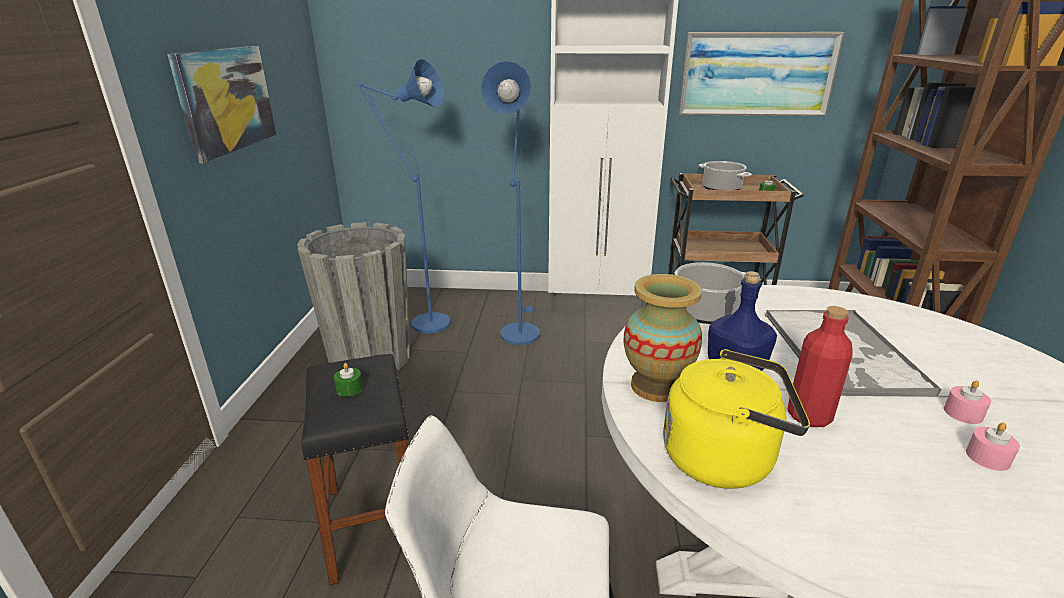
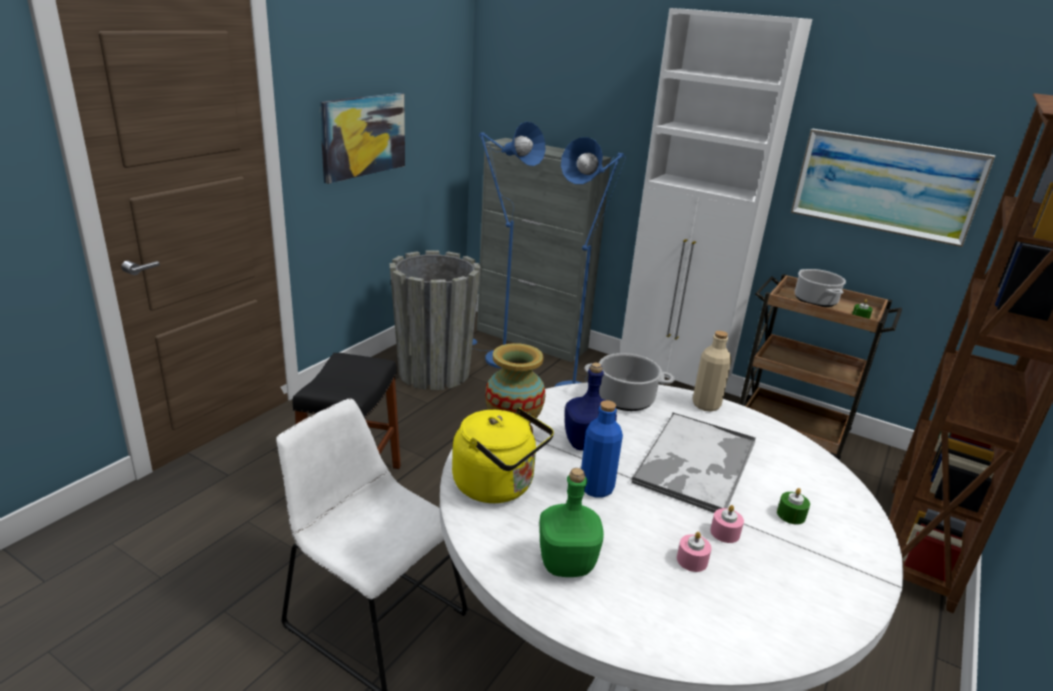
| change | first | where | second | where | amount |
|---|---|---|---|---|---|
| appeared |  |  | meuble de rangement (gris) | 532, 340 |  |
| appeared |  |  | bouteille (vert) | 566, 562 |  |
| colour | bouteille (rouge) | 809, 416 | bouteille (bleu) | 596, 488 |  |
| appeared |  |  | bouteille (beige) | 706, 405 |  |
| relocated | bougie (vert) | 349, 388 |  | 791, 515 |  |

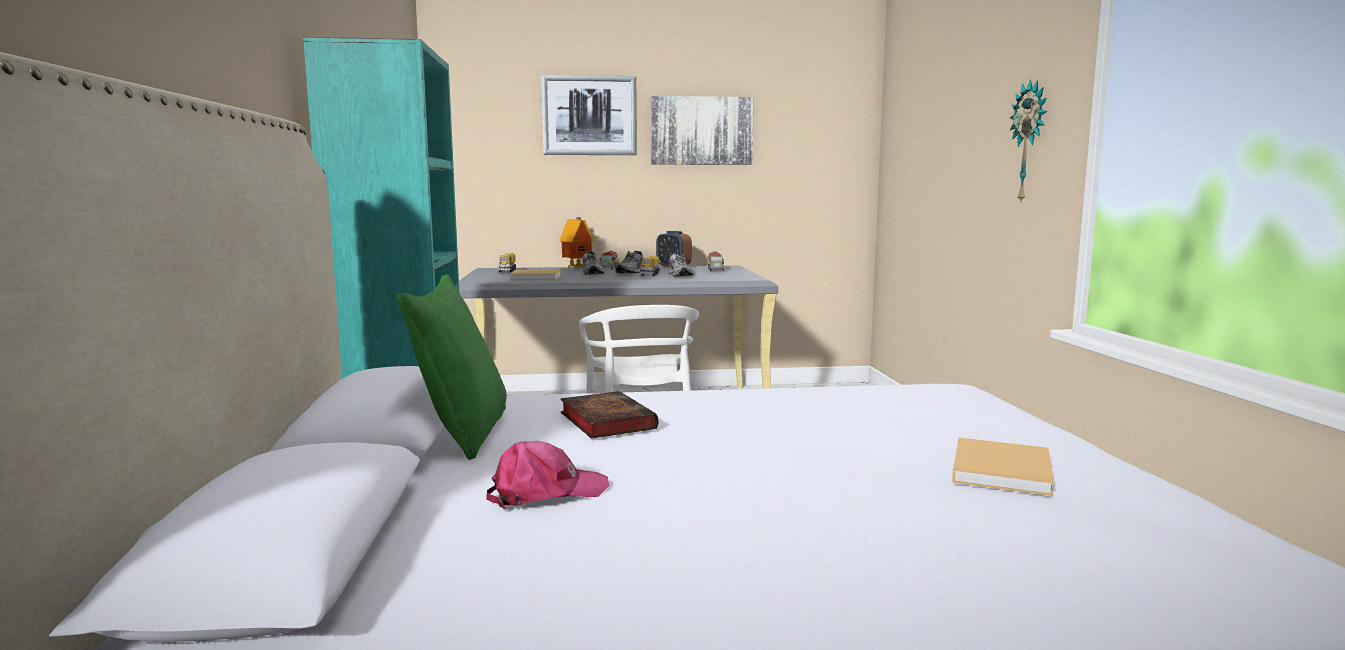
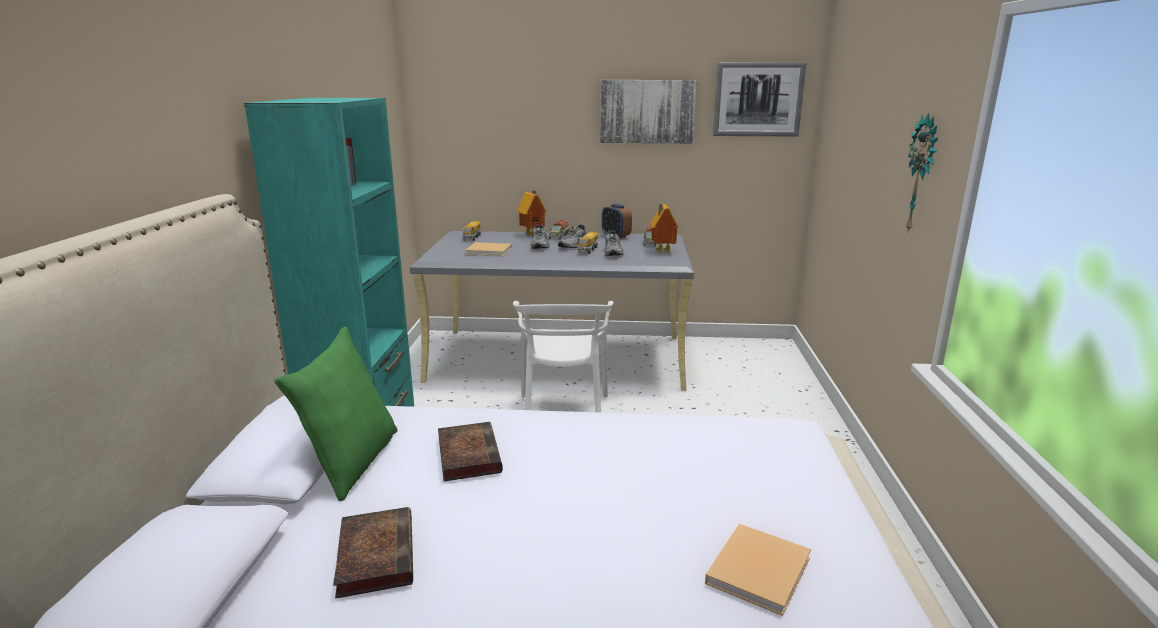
| change | first | where | second | where | amount |
|---|---|---|---|---|---|
| exchanged | casquette (rose) | 546, 492 | livre | 375, 554 |  |
| appeared |  |  | maison miniature | 662, 251 |  |
| relocated | tableau | 589, 115 |  | 758, 99 |  |

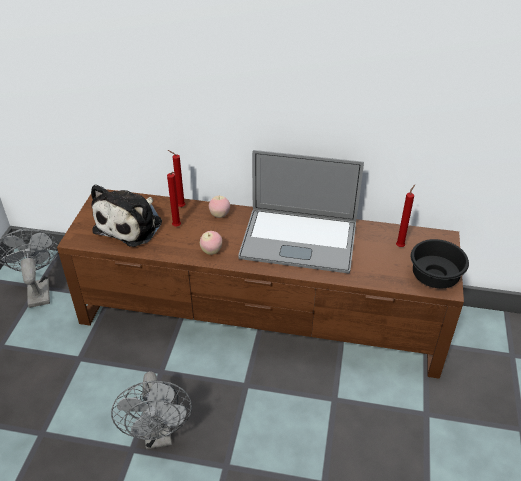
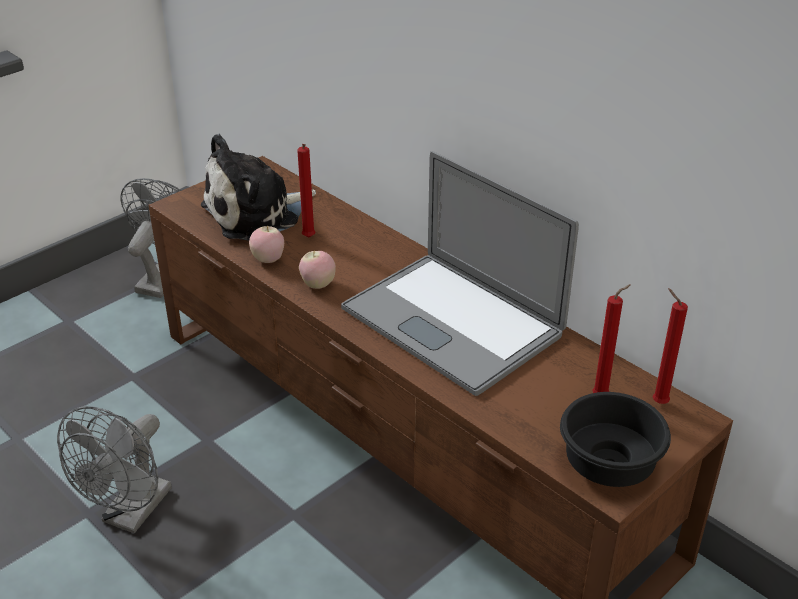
| change | first | where | second | where | amount |
|---|---|---|---|---|---|
| relocated | pomme | 220, 215 |  | 268, 260 |  |
| relocated | bougie (rouge) | 180, 207 |  | 657, 402 |  |

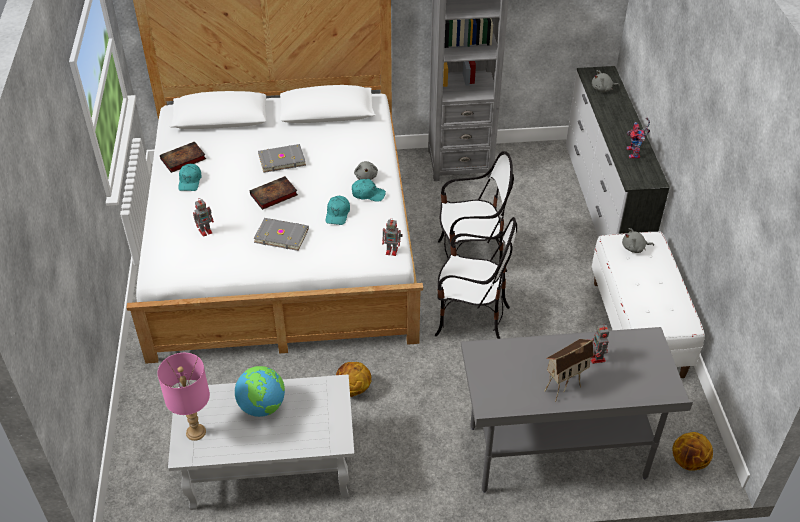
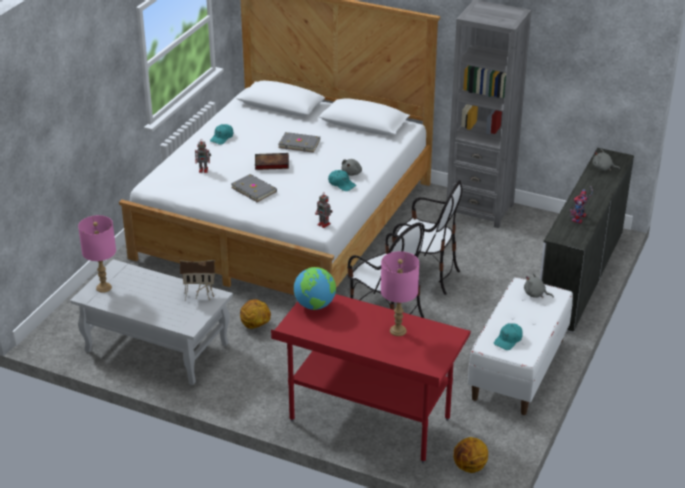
| change | first | where | second | where | amount |
|---|---|---|---|---|---|
| relocated | maison miniature | 563, 385 |  | 200, 295 |  |
| colour | bureau (gris) | 557, 453 | bureau (rouge) | 369, 420 |  |
| relocated | globe | 262, 406 |  | 315, 305 |  |
| exchanged | robot jouet | 597, 359 | lampe de table (rose) | 398, 331 |  |
| relocated | casquette (turquoise) | 338, 214 |  | 508, 340 |  |
| missing | livre | 182, 160 |  |  |  |

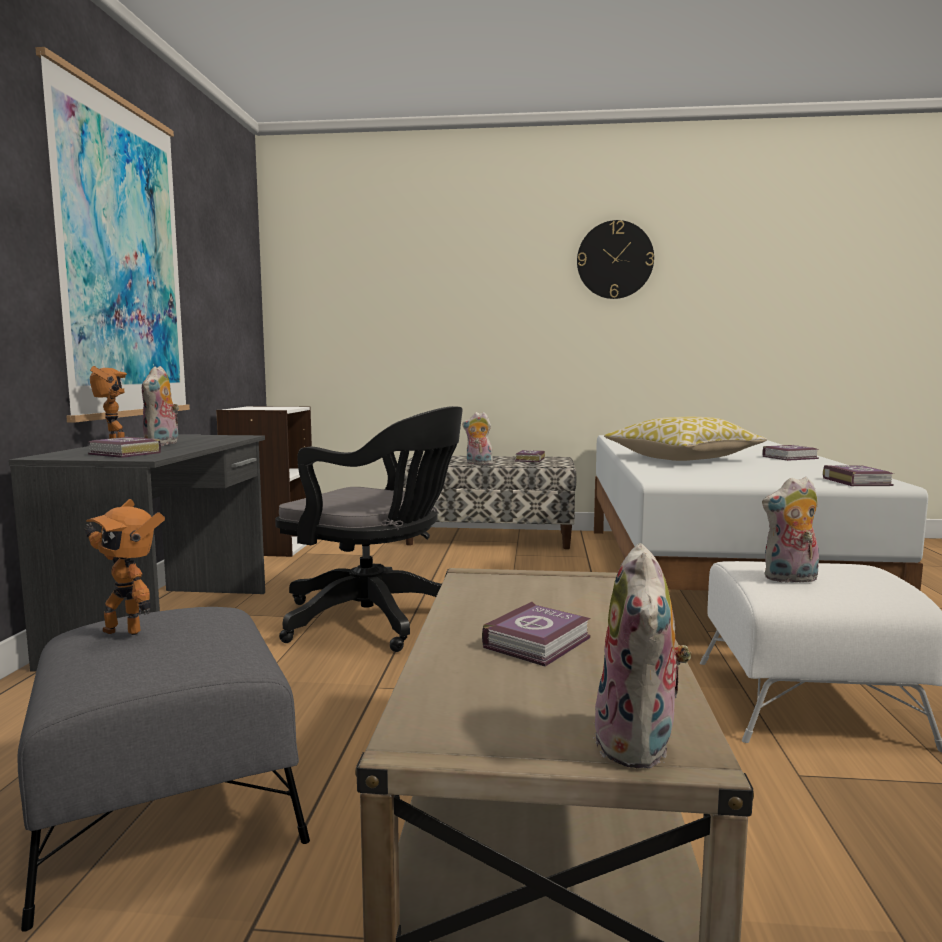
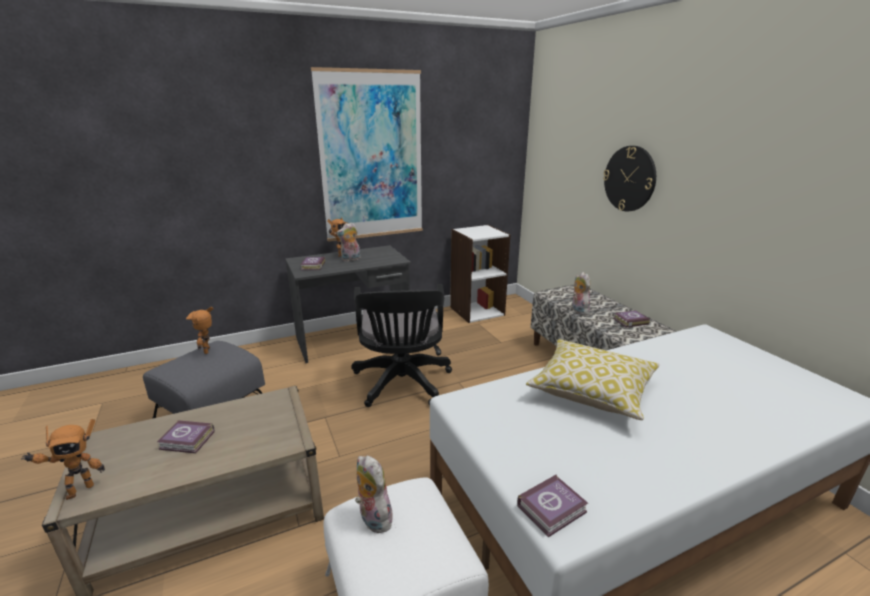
| change | first | where | second | where | amount |
|---|---|---|---|---|---|
| exchanged | peluche | 640, 745 | robot jouet | 79, 490 |  |
| relocated | horloge murale | 615, 260 |  | 629, 179 |  |
| missing | livre | 791, 457 |  |  |  |

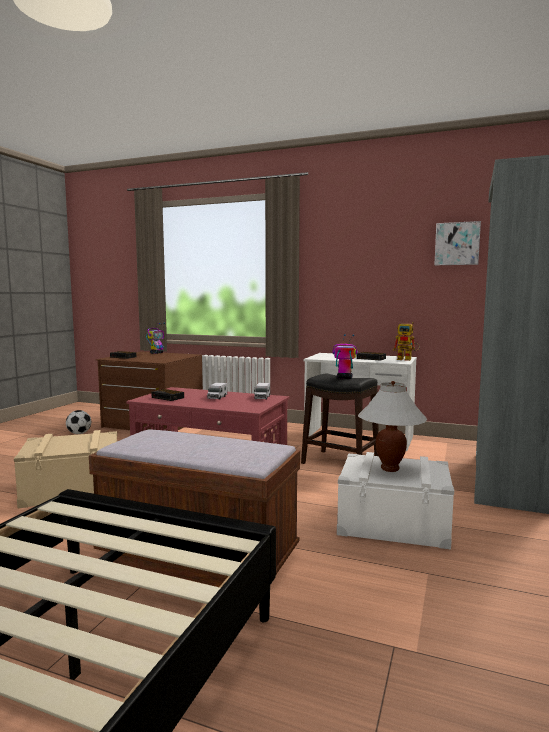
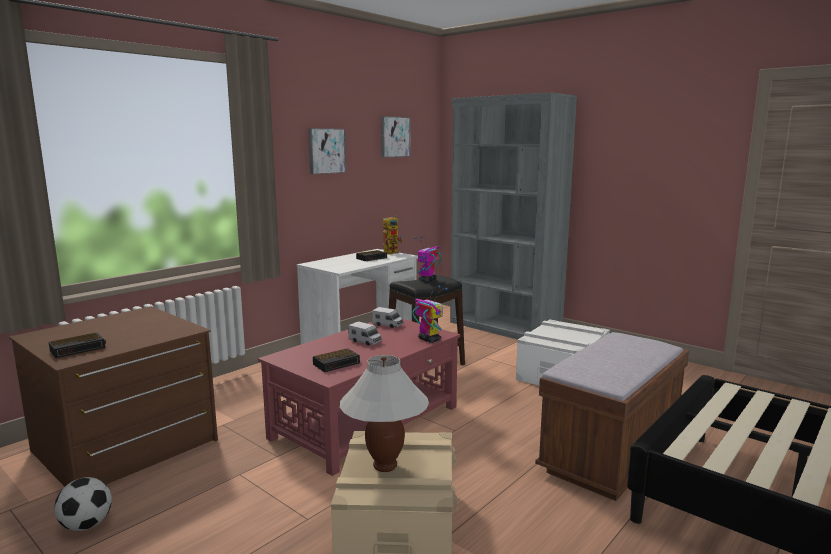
| change | first | where | second | where | amount |
|---|---|---|---|---|---|
| appeared |  |  | tableau | 326, 151 |  |
| relocated | lampe de table (blanc) | 390, 469 |  | 385, 466 |  |
| relocated | robot jouet | 157, 353 |  | 429, 339 |  |

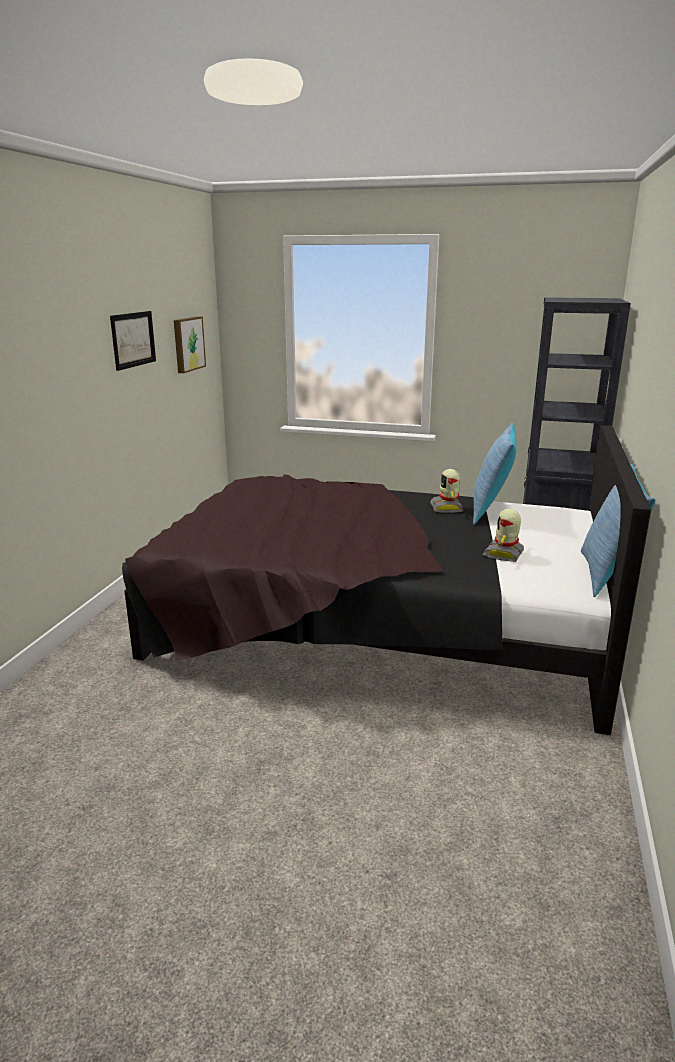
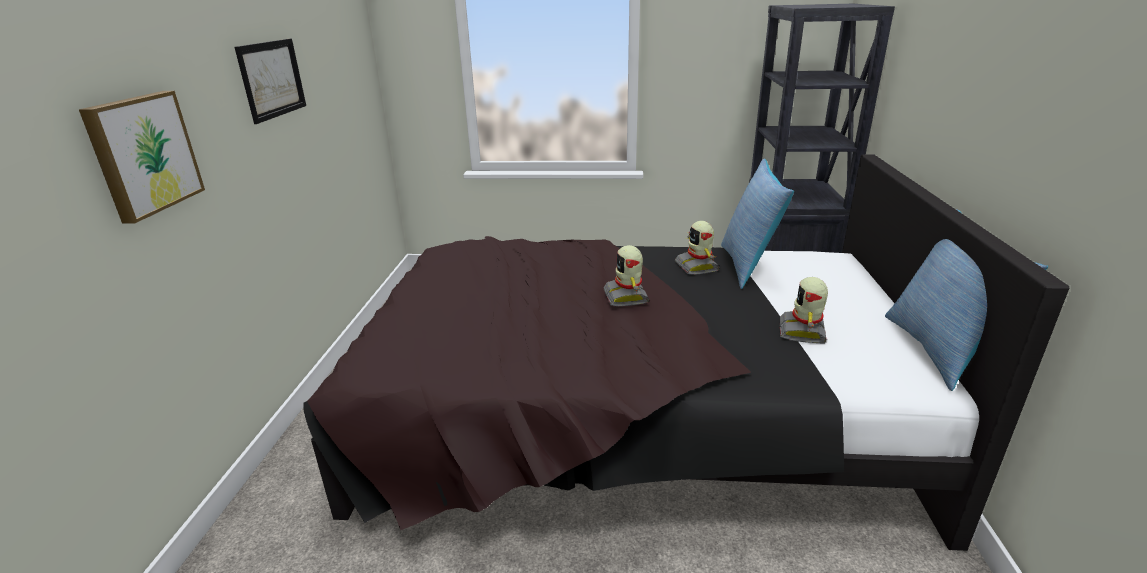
| change | first | where | second | where | amount |
|---|---|---|---|---|---|
| relocated | tableau | 187, 344 |  | 143, 154 |  |
| appeared |  |  | robot jouet | 627, 297 |  |

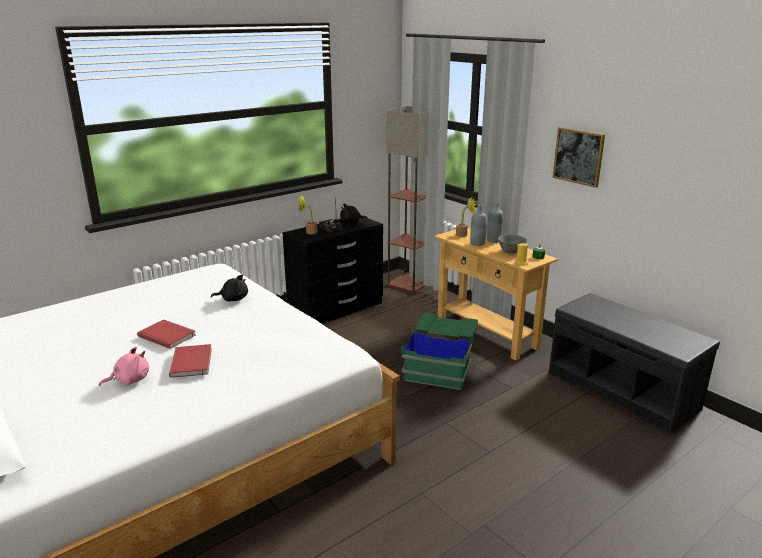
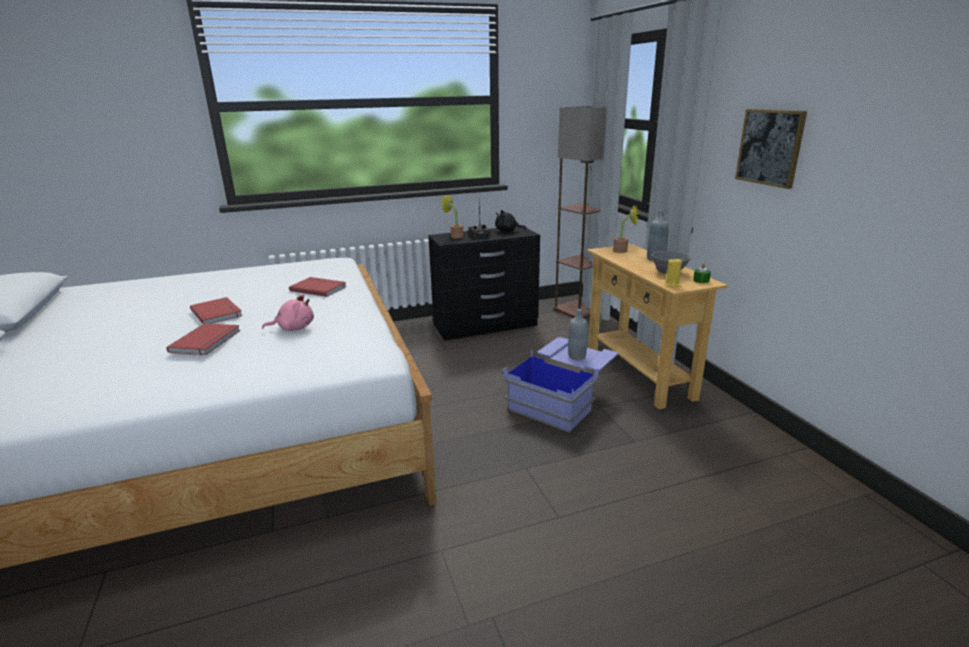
| change | first | where | second | where | amount |
|---|---|---|---|---|---|
| relocated | peluche (rose) | 129, 380 |  | 293, 328 |  |
| exchanged | peluche (noir) | 233, 299 | livre (rouge) | 319, 288 |  |
| colour | boîte de rangement (vert) | 441, 365 | boîte de rangement (bleu) | 562, 400 |  |
| relocated | bouteille (gris) | 477, 243 |  | 576, 356 |  |
| missing | banc (gris) | 623, 390 |  |  |  |

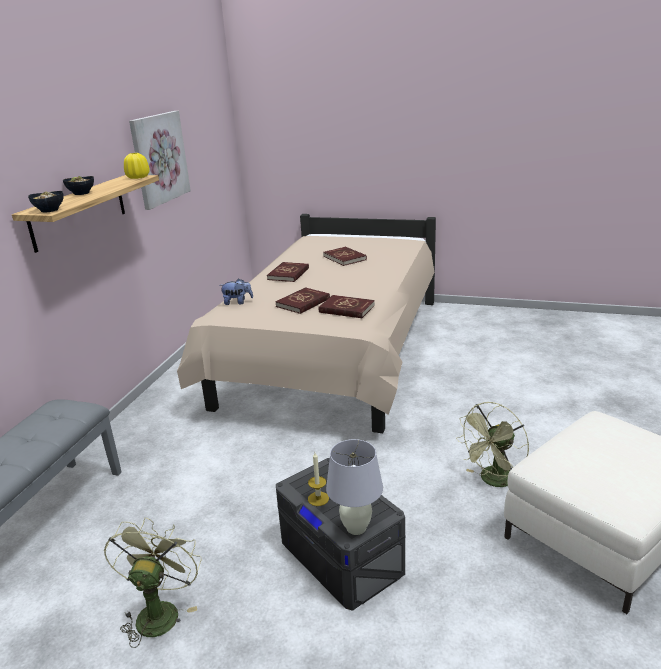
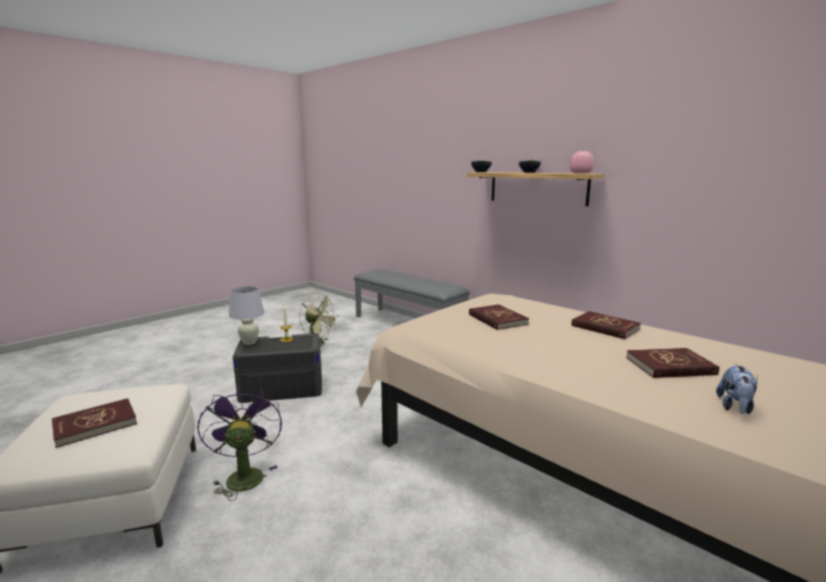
| change | first | where | second | where | amount |
|---|---|---|---|---|---|
| relocated | livre (rouge) | 346, 309 |  | 95, 424 |  |
| colour | ventilateur (vert) | 493, 481 | ventilateur (violet) | 244, 475 |  |
| colour | vase (jaune) | 138, 177 | vase (rose) | 580, 173 |  |
| relocated | peluche | 237, 302 |  | 735, 407 |  |
| missing | tableau | 159, 158 |  |  |  |

